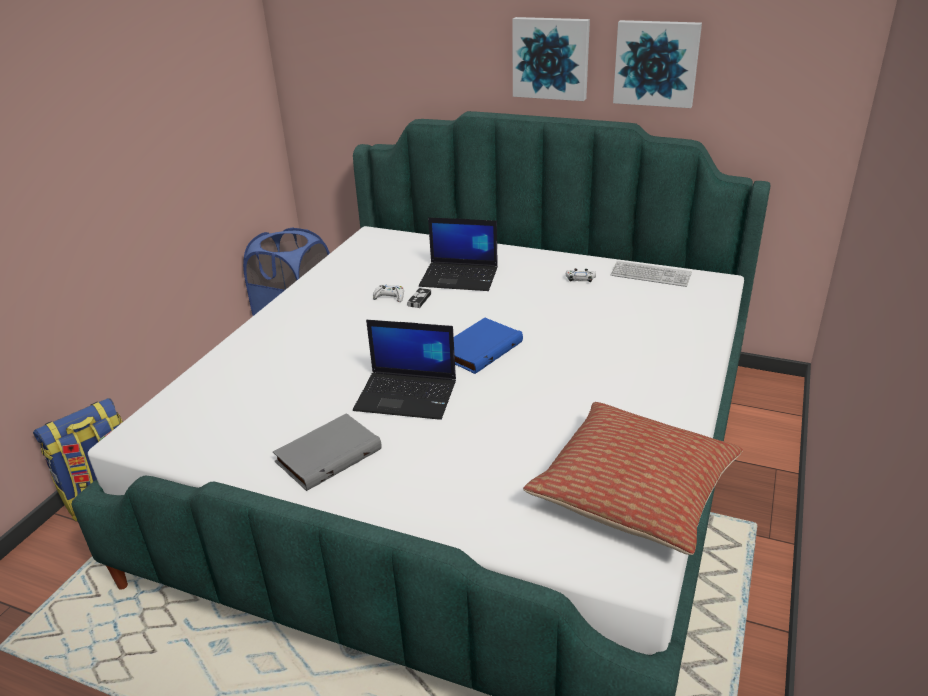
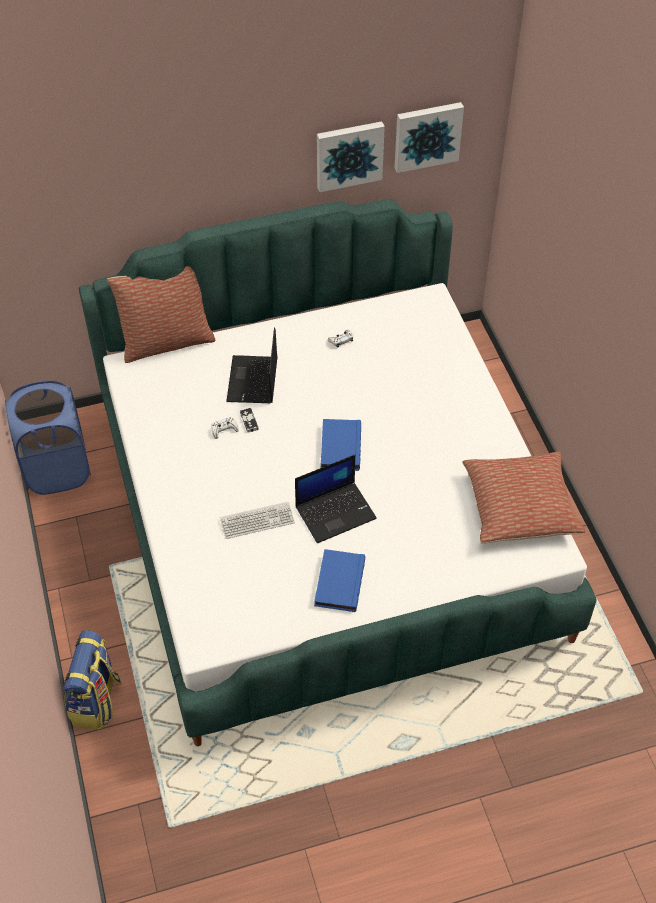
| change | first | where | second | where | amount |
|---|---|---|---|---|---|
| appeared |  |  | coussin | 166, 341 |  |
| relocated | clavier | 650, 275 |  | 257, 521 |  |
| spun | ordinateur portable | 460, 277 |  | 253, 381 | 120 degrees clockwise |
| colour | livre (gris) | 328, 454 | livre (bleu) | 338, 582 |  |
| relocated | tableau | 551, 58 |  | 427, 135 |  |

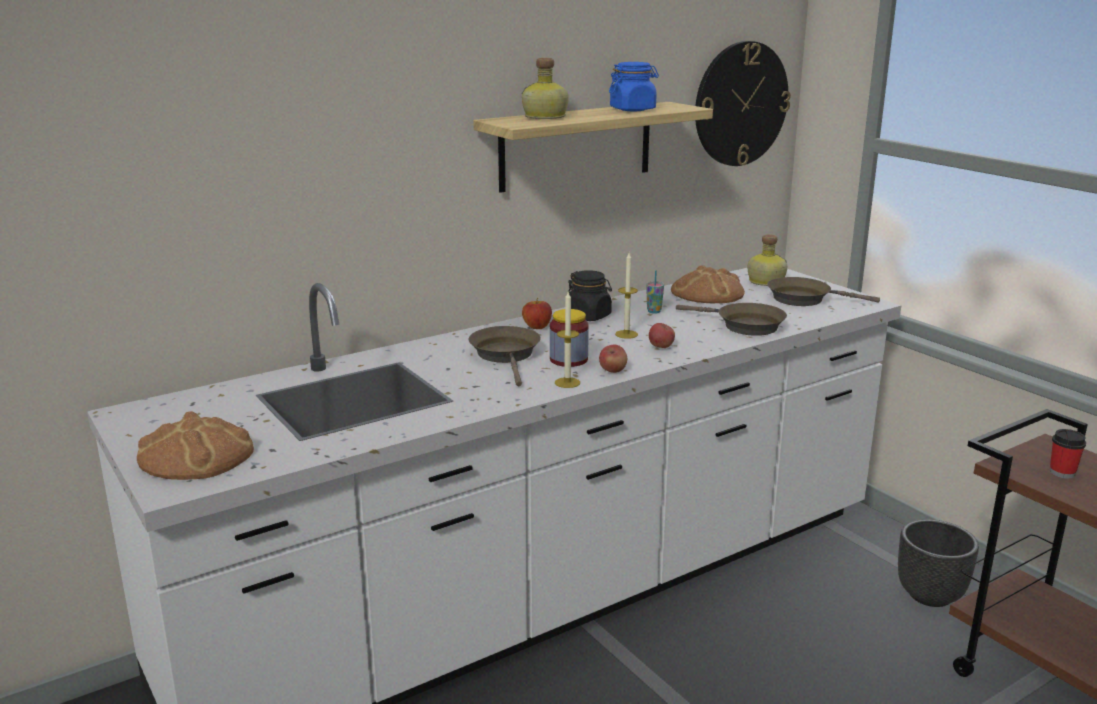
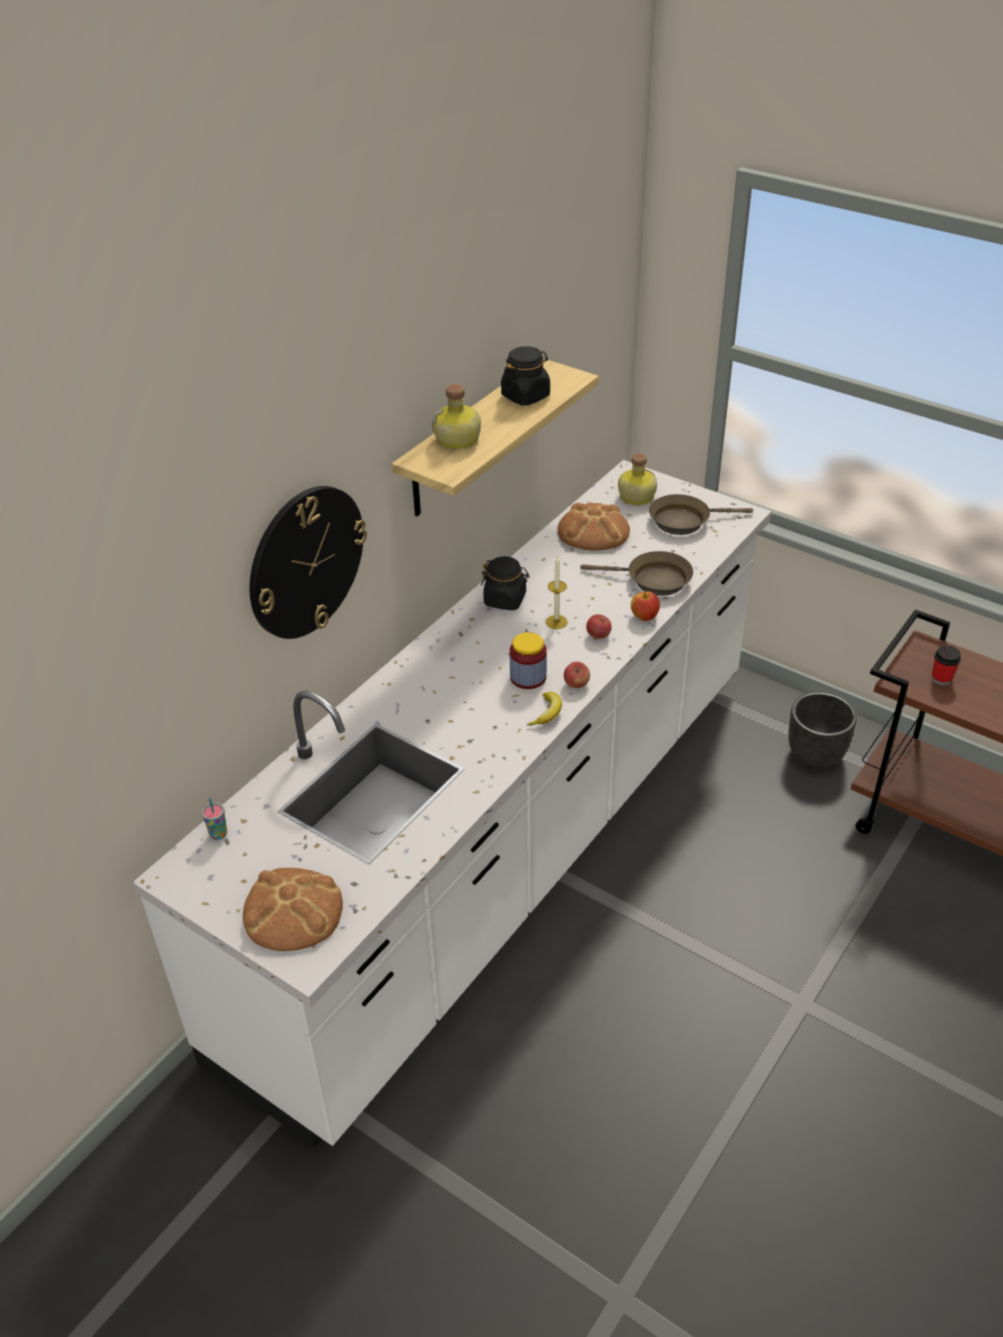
| change | first | where | second | where | amount |
|---|---|---|---|---|---|
| relocated | tasse | 654, 311 |  | 218, 834 |  |
| relocated | horloge murale | 740, 104 |  | 306, 562 |  |
| colour | bocal (bleu) | 633, 109 | bocal (noir) | 525, 396 |  |
| exchanged | bougie | 567, 382 | banane | 547, 713 |  |
| relocated | pomme | 537, 327 |  | 644, 616 |  |
| missing | poêle (marron) | 506, 355 |  |  |  |

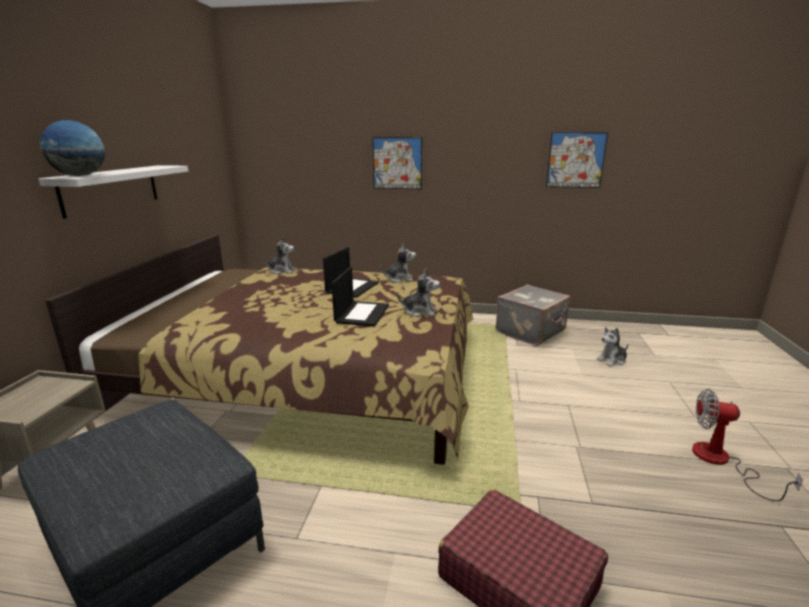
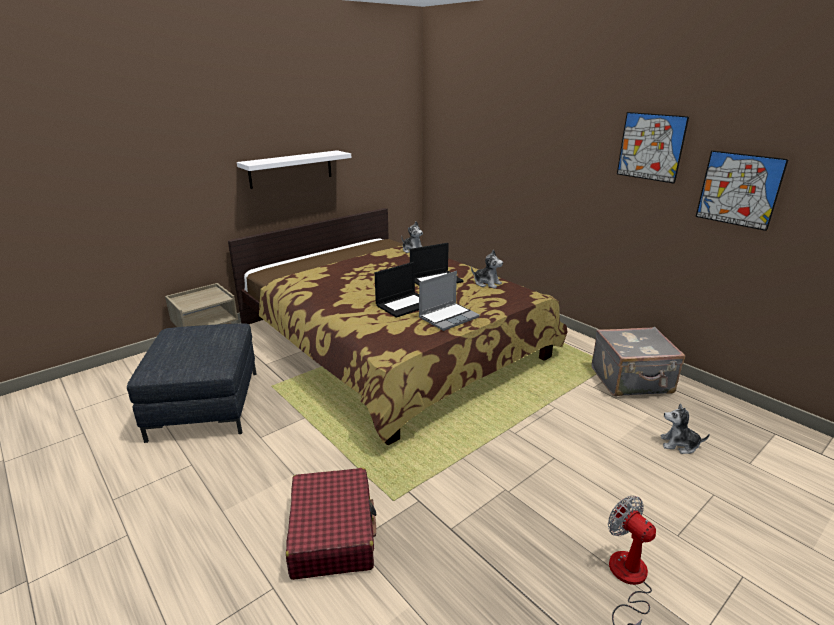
| change | first | where | second | where | amount |
|---|---|---|---|---|---|
| exchanged | peluche | 419, 311 | ordinateur portable | 448, 317 |  |
| relocated | tableau | 397, 163 |  | 650, 147 |  |
| missing | globe | 80, 176 |  |  |  |

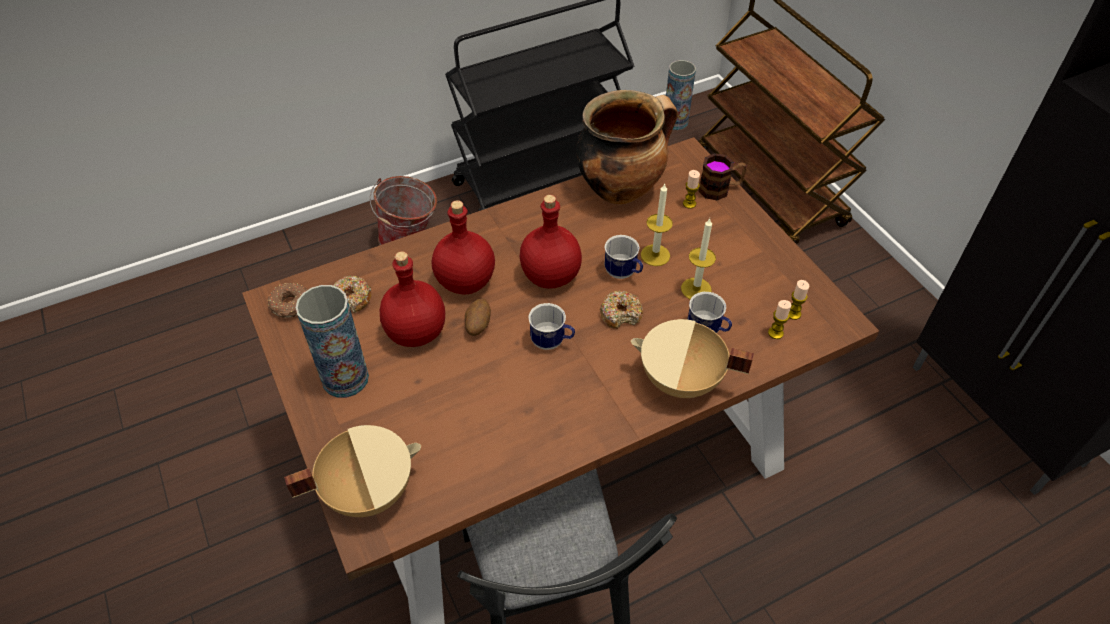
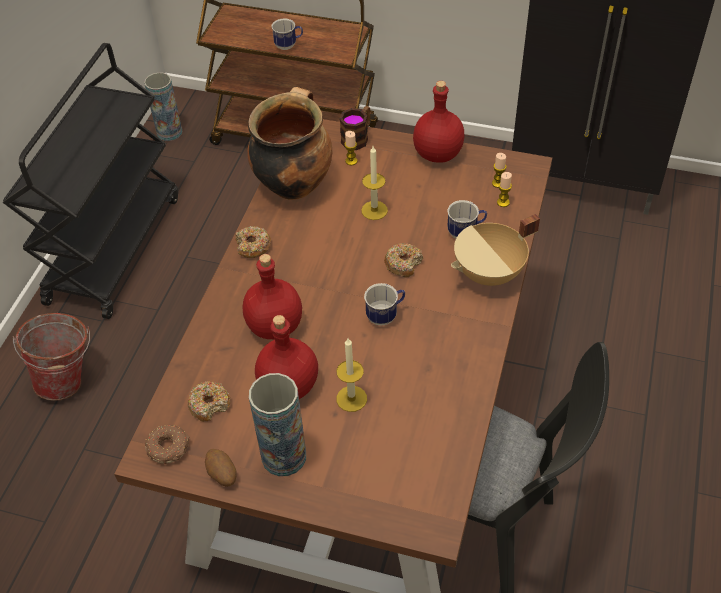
| change | first | where | second | where | amount |
|---|---|---|---|---|---|
| relocated | pomme de terre | 477, 325 |  | 222, 474 |  |
| appeared |  |  | beignet | 253, 246 |  |
| relocated | mug | 623, 274 |  | 289, 45 |  |
| relocated | bougie | 696, 289 |  | 351, 398 |  |
| relocated | bouteille (rouge) | 549, 276 |  | 437, 154 |  |
| missing | marmite (beige) | 368, 490 |  |  |  |

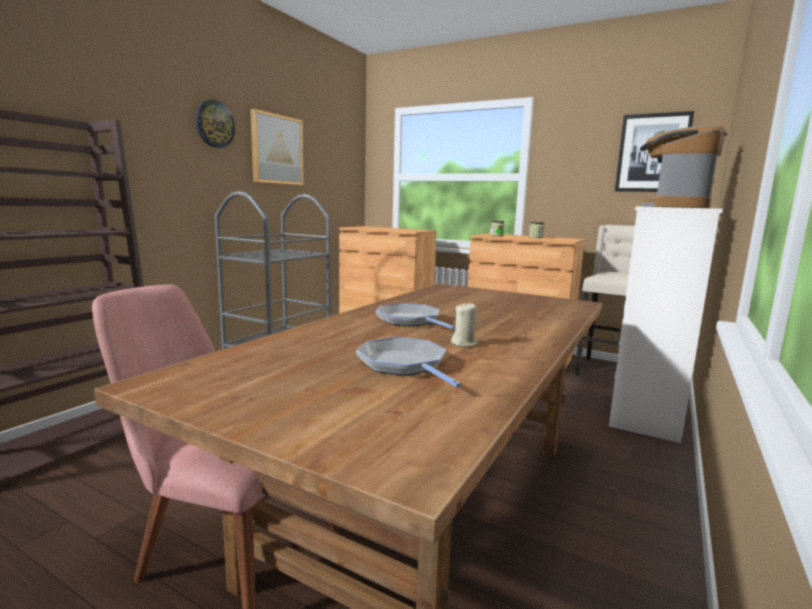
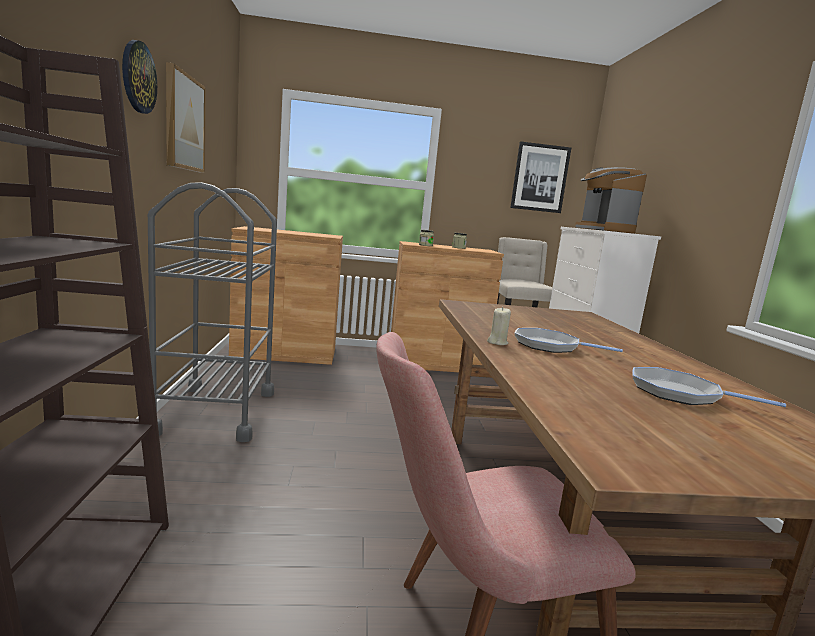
| change | first | where | second | where | amount |
|---|---|---|---|---|---|
| relocated | bougie (beige) | 464, 343 |  | 497, 342 |  |

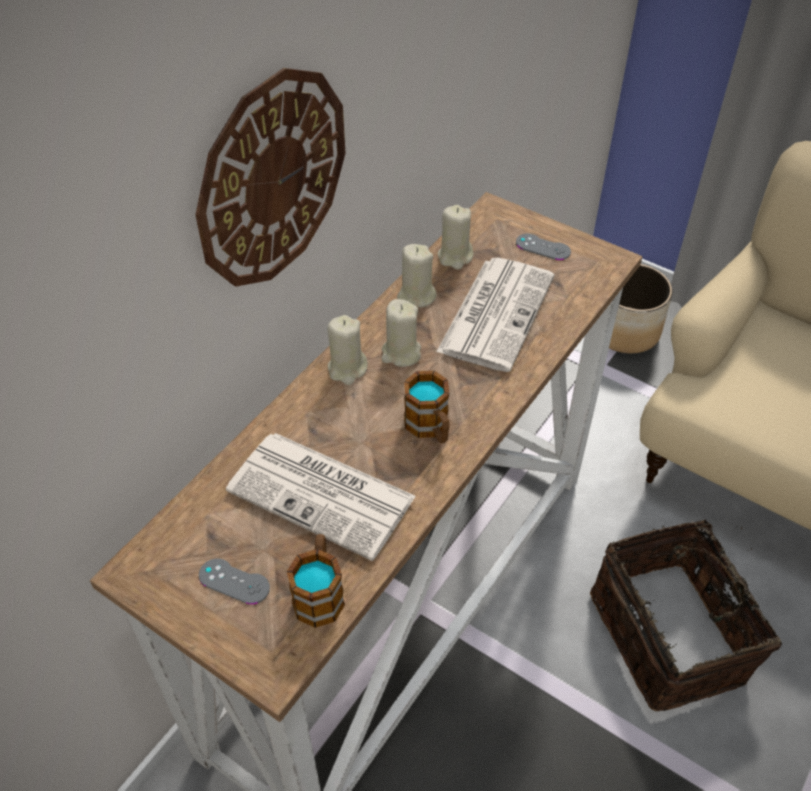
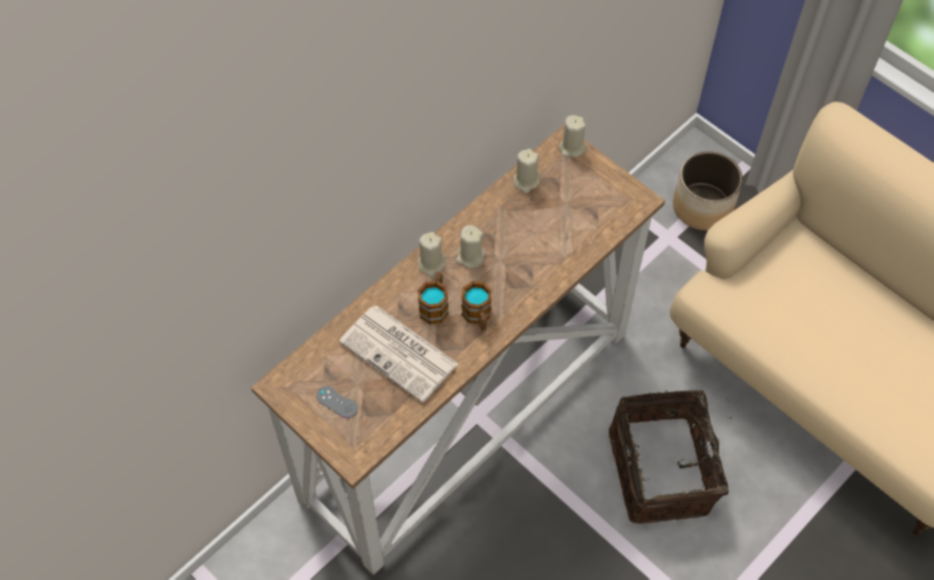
| change | first | where | second | where | amount |
|---|---|---|---|---|---|
| relocated | mug | 319, 592 |  | 435, 305 |  |
| relocated | bougie (beige) | 416, 296 |  | 572, 147 |  |
| missing | horloge murale | 272, 179 |  |  |  |
| missing | journal | 496, 312 |  |  |  |
| missing | manette (gris) | 543, 247 |  |  |  |

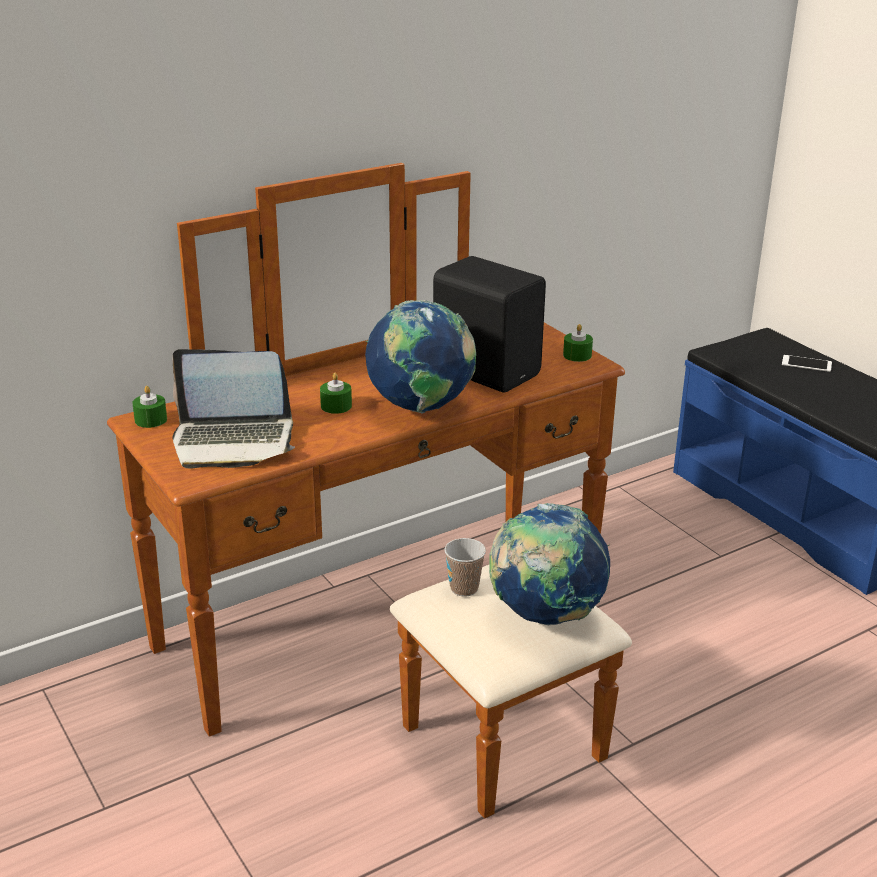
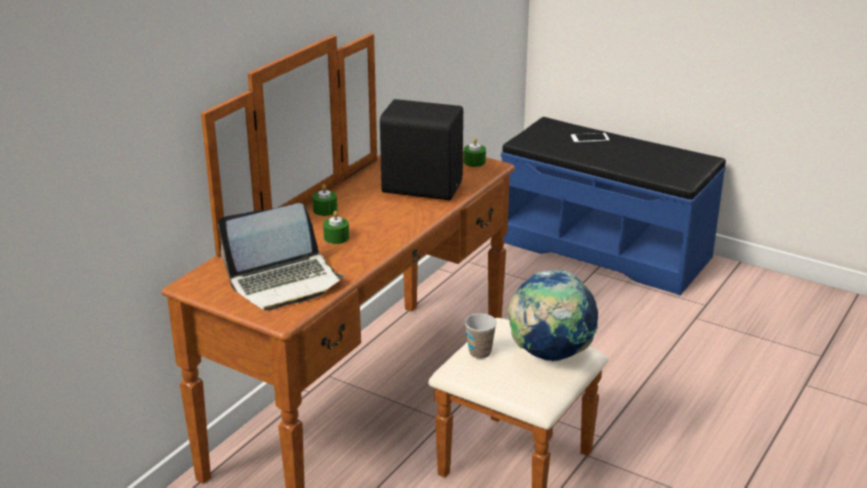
| change | first | where | second | where | amount |
|---|---|---|---|---|---|
| relocated | bougie (vert) | 151, 420 |  | 325, 210 |  |
| missing | globe | 421, 408 |  |  |  |

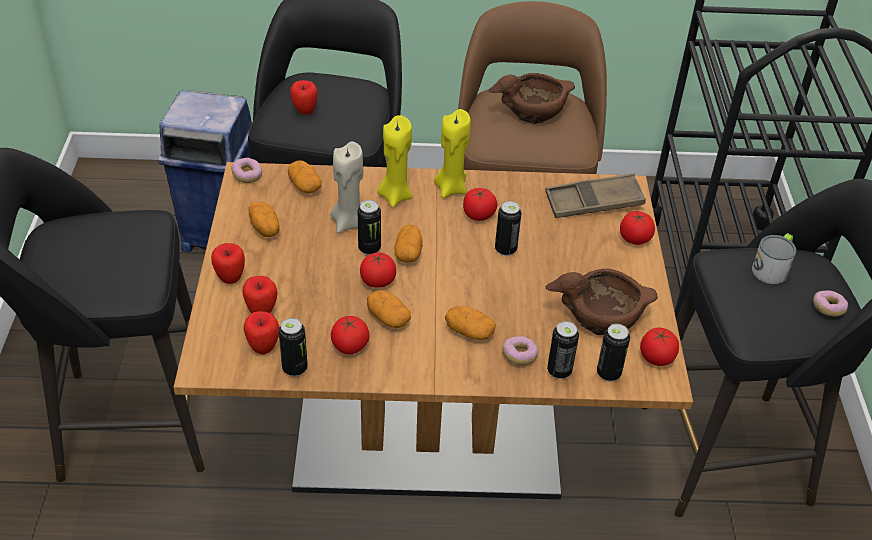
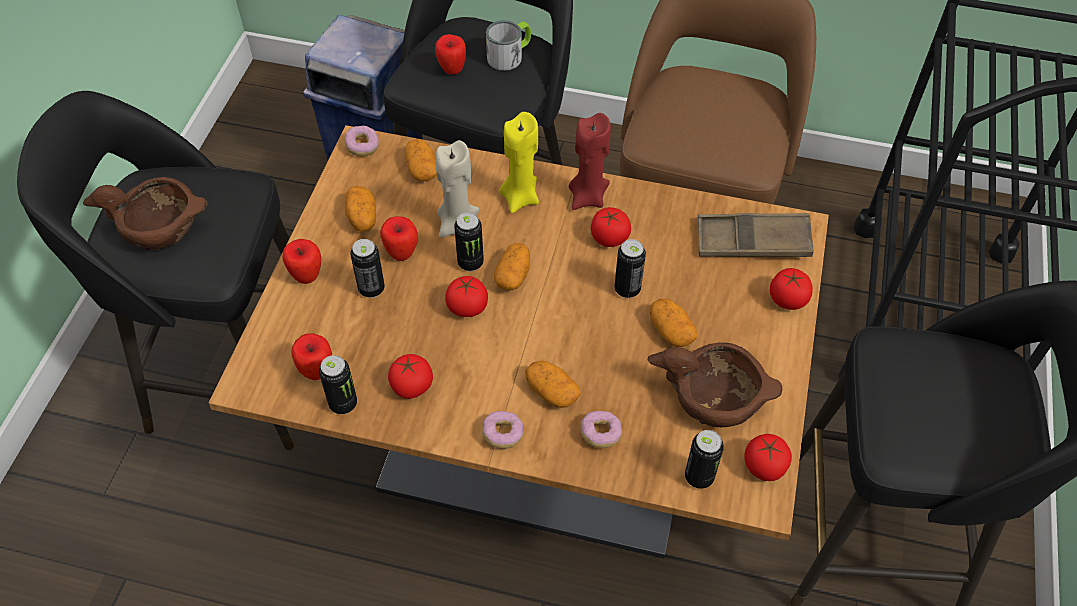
| change | first | where | second | where | amount |
|---|---|---|---|---|---|
| relocated | bol (marron) | 534, 110 |  | 161, 228 |  |
| relocated | boîte métallique | 559, 371 |  | 371, 289 |  |
| relocated | pomme | 261, 311 |  | 401, 253 |  |
| relocated | beignet | 828, 308 |  | 503, 434 |  |
| relocated | mug | 772, 268 |  | 510, 55 |  |
| colour | bougie (jaune) | 451, 188 | bougie (rouge) | 587, 197 |  |
| relocated | pomme de terre | 388, 318 |  | 671, 331 |  |

